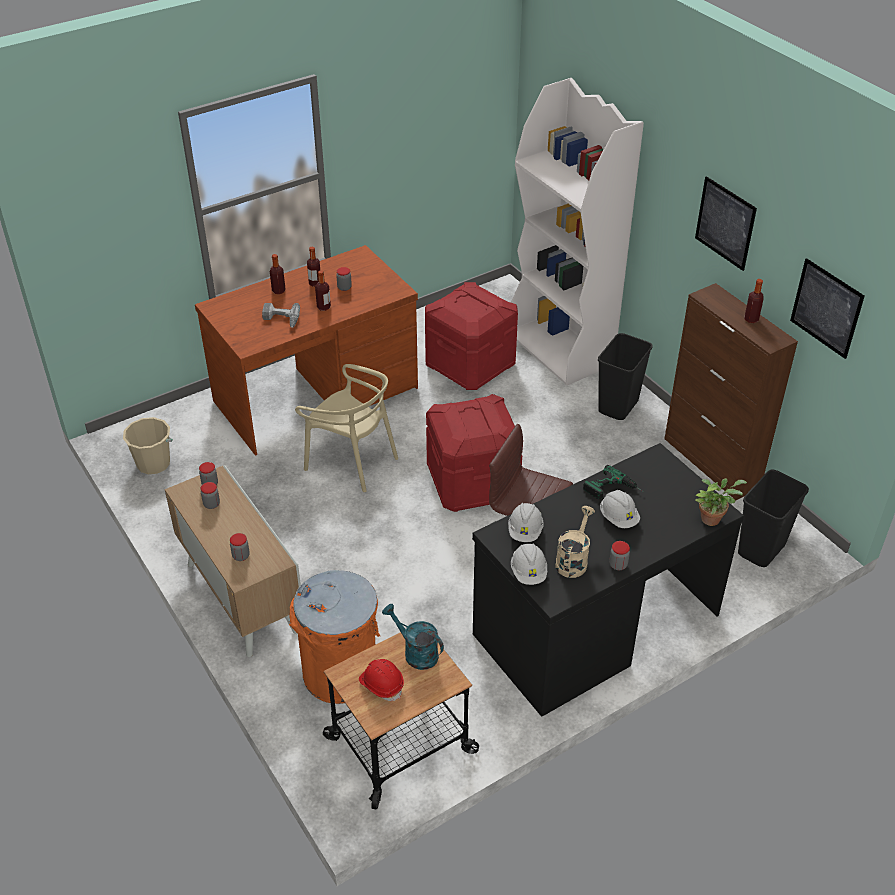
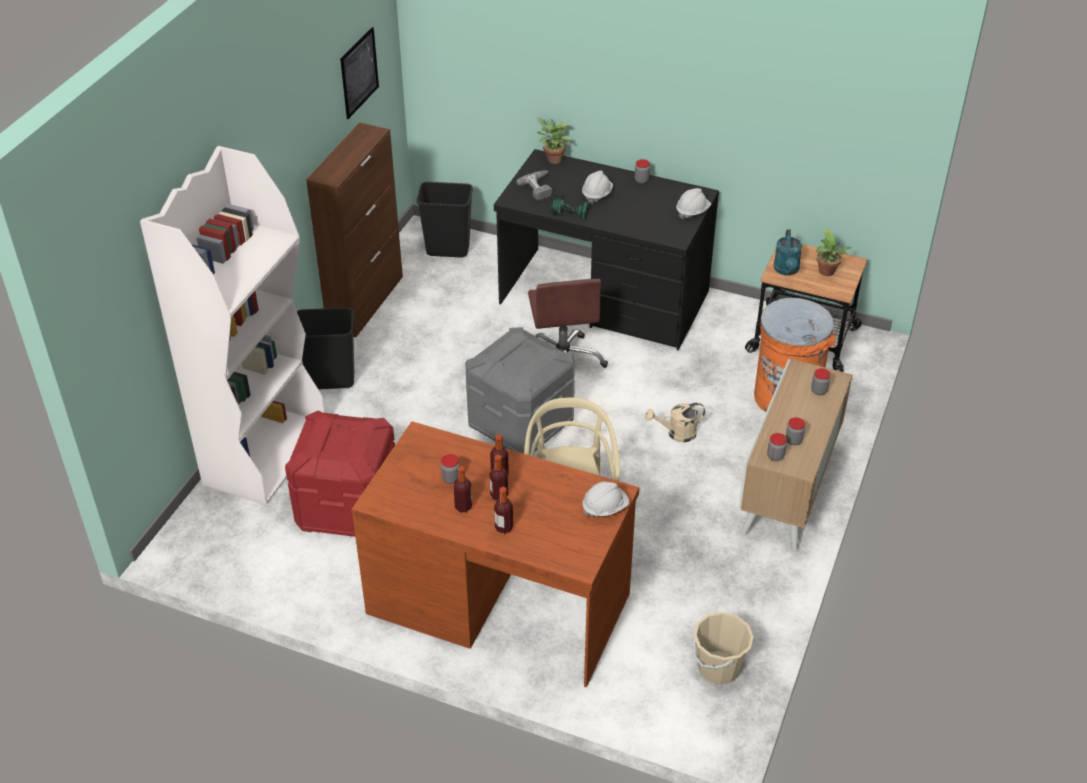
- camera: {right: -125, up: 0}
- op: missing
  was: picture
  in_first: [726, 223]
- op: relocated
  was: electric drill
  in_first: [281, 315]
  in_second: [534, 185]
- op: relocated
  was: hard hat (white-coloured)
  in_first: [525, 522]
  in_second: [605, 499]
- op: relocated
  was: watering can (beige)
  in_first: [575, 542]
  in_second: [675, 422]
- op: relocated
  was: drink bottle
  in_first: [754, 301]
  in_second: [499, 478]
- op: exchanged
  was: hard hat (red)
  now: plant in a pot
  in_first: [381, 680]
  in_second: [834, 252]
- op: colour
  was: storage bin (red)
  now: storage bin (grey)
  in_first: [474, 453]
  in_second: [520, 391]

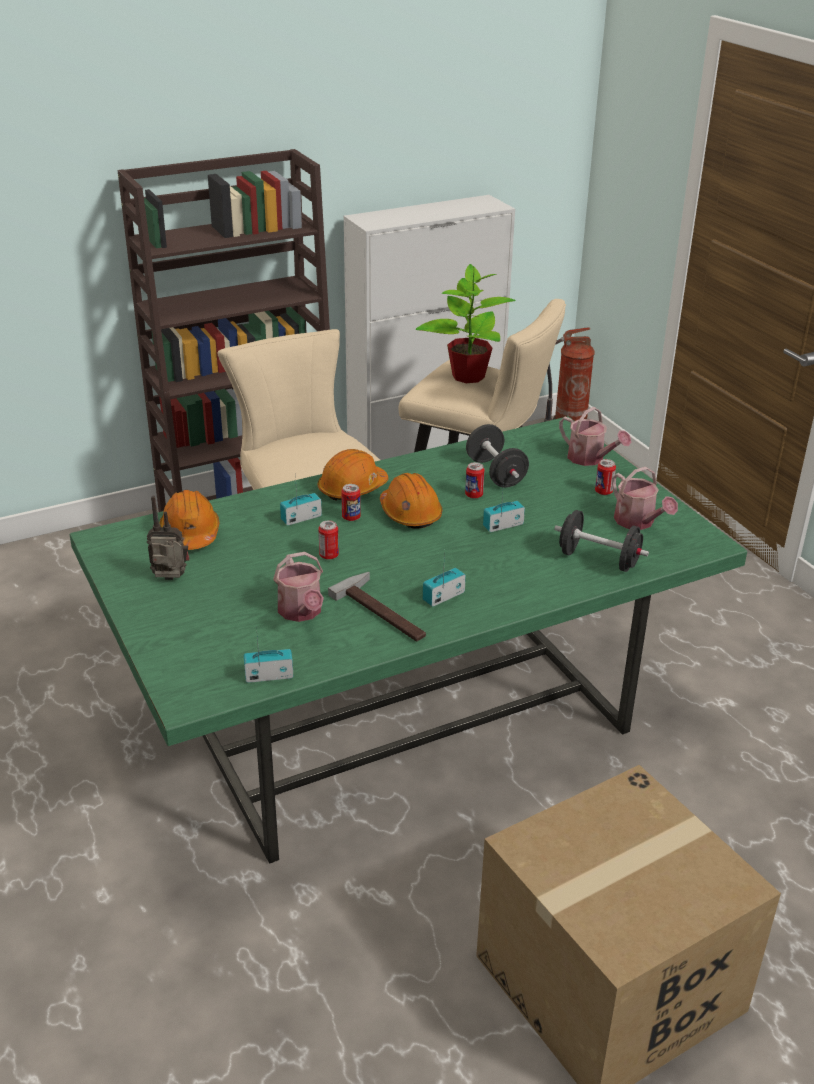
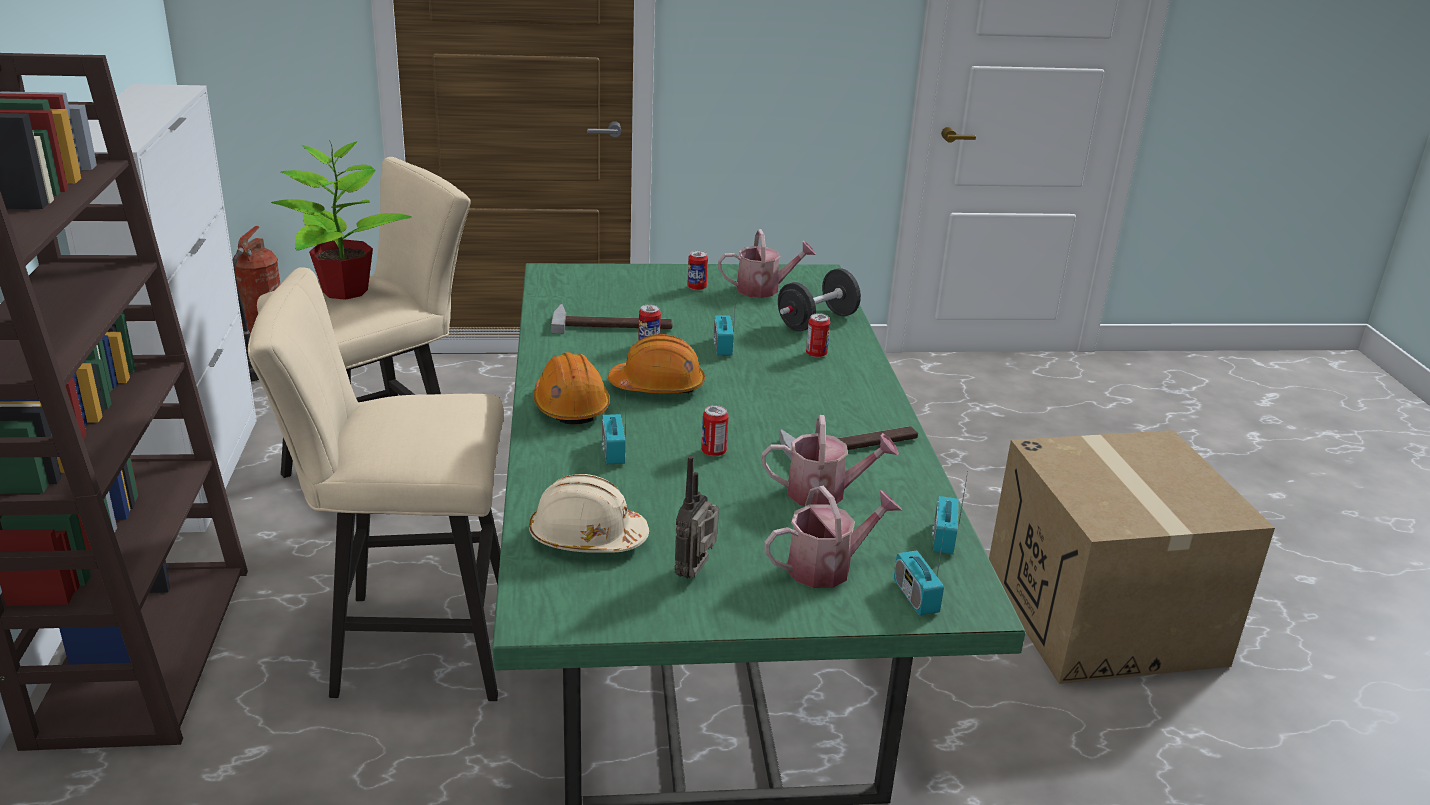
- camera: {right: -70, up: -5}
- op: relocated
  was: can
  in_first: [351, 502]
  in_second: [818, 335]
- op: relocated
  was: radio set
  in_first: [444, 578]
  in_second: [920, 569]
- op: relocated
  was: watering can
  in_first: [595, 436]
  in_second: [833, 537]
- op: exchanged
  was: dumbbell (blackish)
  now: hammer
  in_first: [497, 456]
  in_second: [611, 319]
- op: colour
  was: hard hat (orangey)
  now: hard hat (beige)
  in_first: [189, 520]
  in_second: [589, 513]

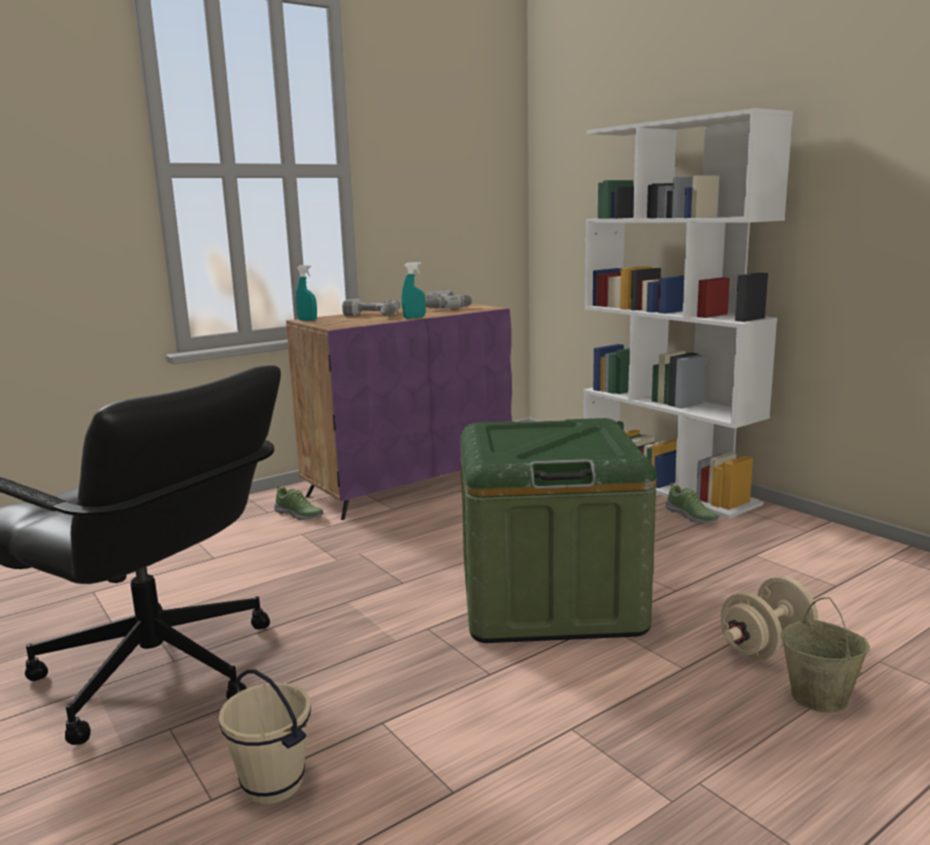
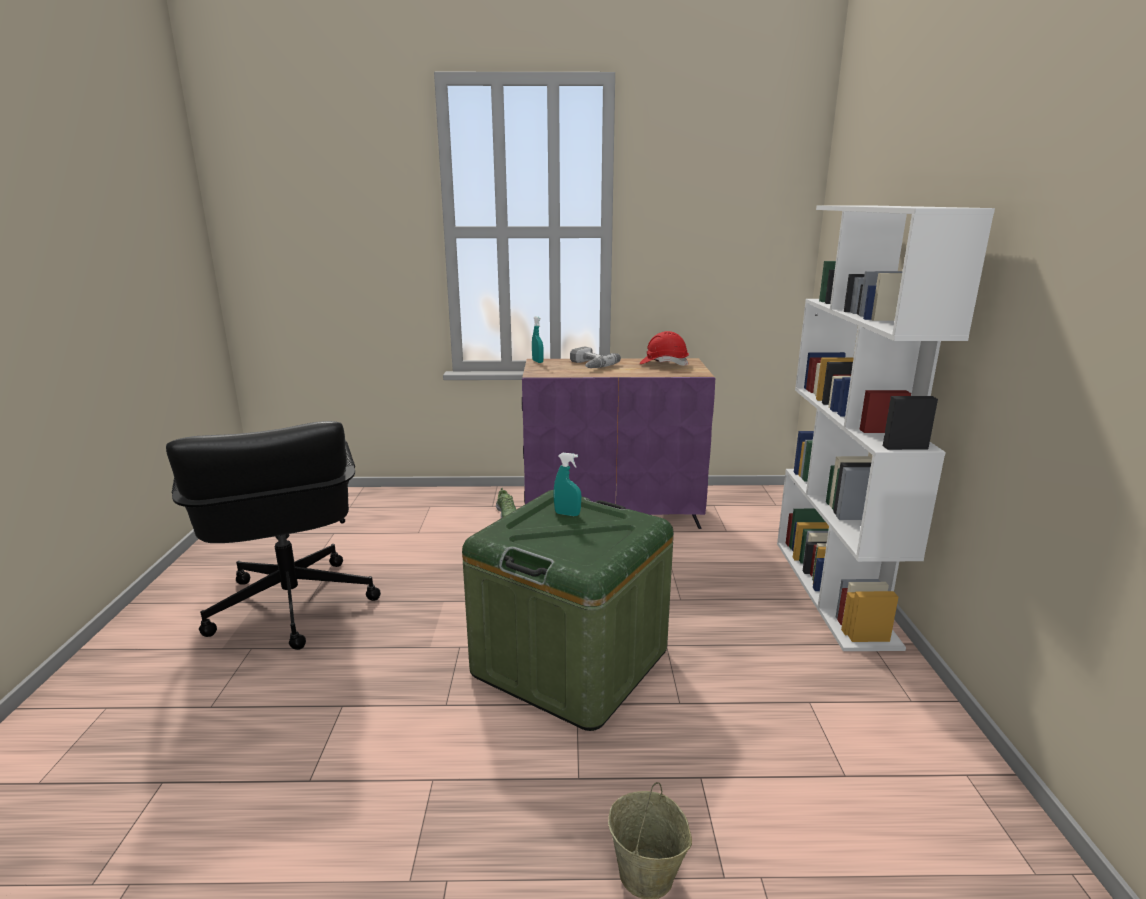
- camera: {right: 35, up: 5}
- op: missing
  was: pail (beige)
  in_first: [265, 736]
- op: missing
  was: shoe
  in_first: [691, 503]
- op: missing
  was: dumbbell (beige)
  in_first: [769, 618]
- op: relocated
  was: sprayer (turquoise)
  in_first: [413, 290]
  in_second: [567, 484]
- op: exchanged
  was: electric drill
  now: hard hat (red)
  in_first: [449, 299]
  in_second: [664, 348]

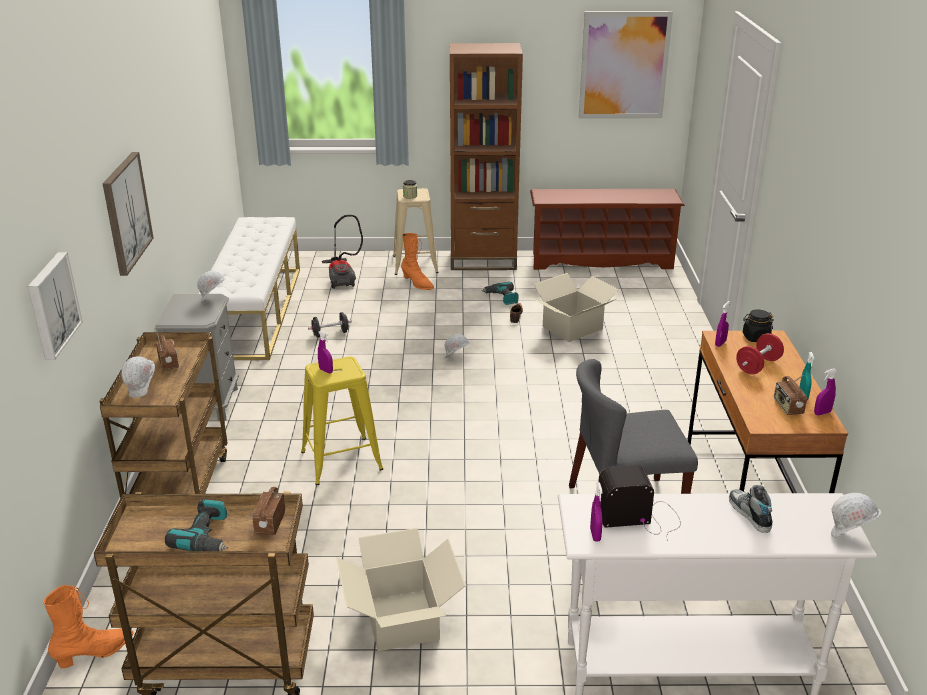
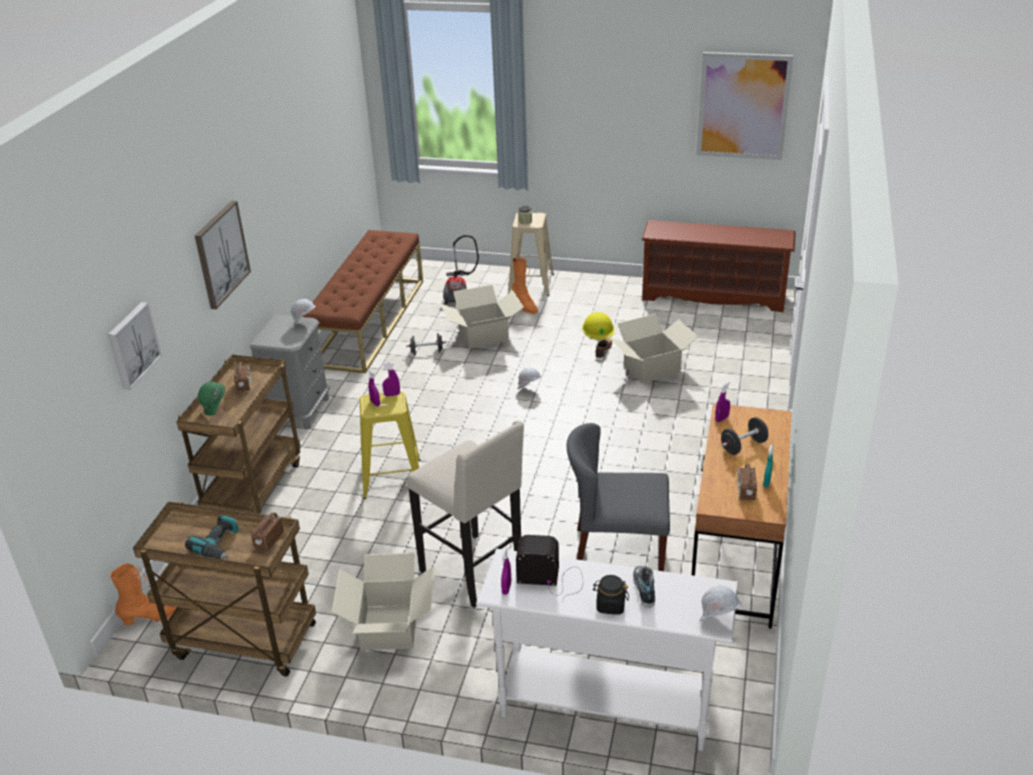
- camera: {right: 15, up: 5}
- op: missing
  was: bookcase (brown-coloured)
  in_first: [486, 156]
- op: appeared
  now: stool (beige)
  in_second: [465, 514]
- op: appeared
  now: packing box
  in_second: [482, 317]
- op: relocated
  was: jar (blackish)
  in_first: [758, 326]
  in_second: [611, 595]
- op: relocated
  was: sprayer (purple)
  in_first: [825, 392]
  in_second: [391, 379]
- op: exchanged
  was: electric drill
  now: hard hat (yellow)
  in_first: [499, 293]
  in_second: [598, 326]
- op: colour
  was: hard hat (white-coloured)
  now: hard hat (green-coloured)
  in_first: [138, 377]
  in_second: [211, 399]
- op: colour
  was: indoor bench (white-coloured)
  now: indoor bench (brown-coloured)
  in_first: [249, 288]
  in_second: [362, 301]
- op: colour
  was: dumbbell (red)
  now: dumbbell (blackish)
  in_first: [760, 353]
  in_second: [744, 436]

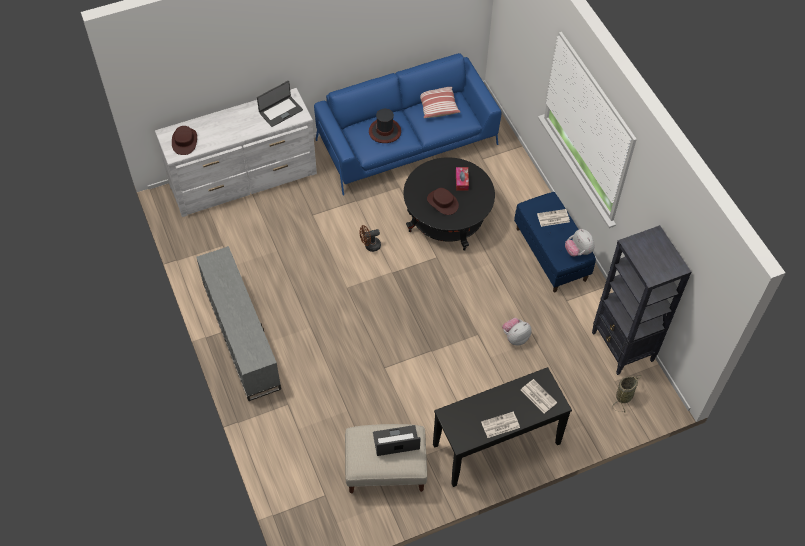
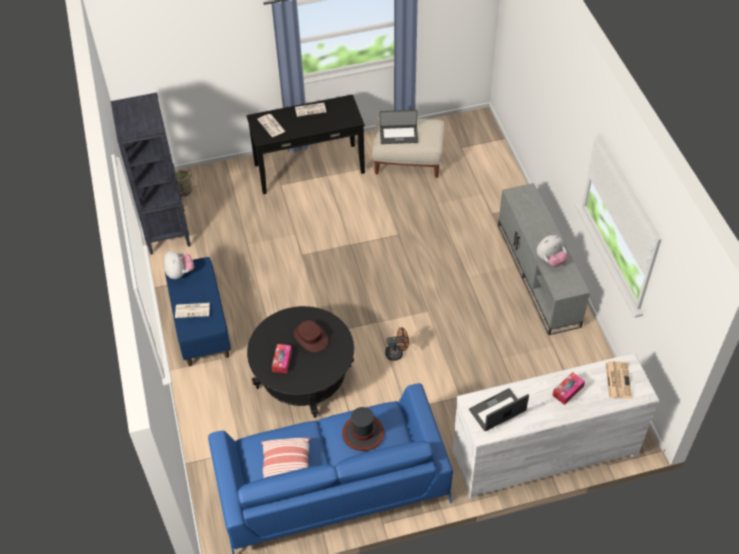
- camera: {right: -170, up: -5}
- op: appeared
  now: box of tissues
  in_second: [568, 388]
- op: relocated
  was: soft toy
  in_first: [517, 332]
  in_second: [552, 251]
- op: exchanged
  was: clothing hat (brown-coloured)
  now: newspaper
  in_first: [184, 140]
  in_second: [618, 380]

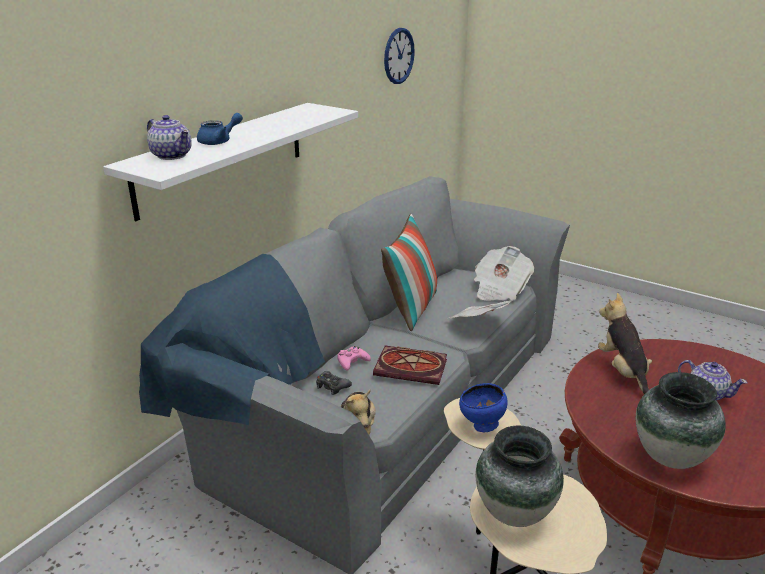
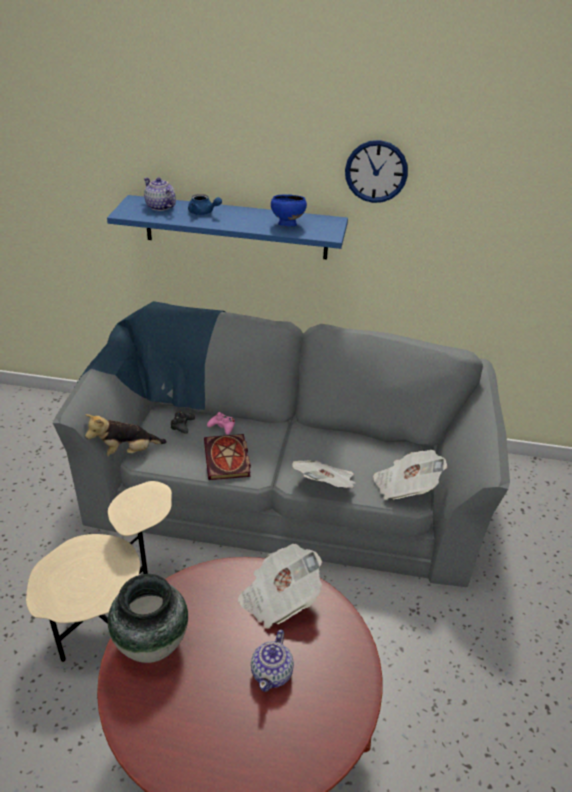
- camera: {right: 65, up: 10}
- op: missing
  was: throw pillow
  in_first: [409, 272]
- op: missing
  was: decorative vase
  in_first: [519, 476]
- op: relocated
  was: clock on the wall
  in_first: [399, 56]
  in_second: [376, 171]
- op: relocated
  was: deep dish (blue-coloured)
  in_first: [483, 407]
  in_second: [289, 210]
- op: exchanged
  was: soft toy
  now: newspaper
  in_first: [625, 343]
  in_second: [280, 586]
- op: colour
  was: bracket shelf (white-coloured)
  now: bracket shelf (blue-coloured)
  in_first: [230, 162]
  in_second: [227, 227]
- op: spun
  was: teapot
  in_first: [169, 137]
  in_second: [160, 194]
  clockwise: 120

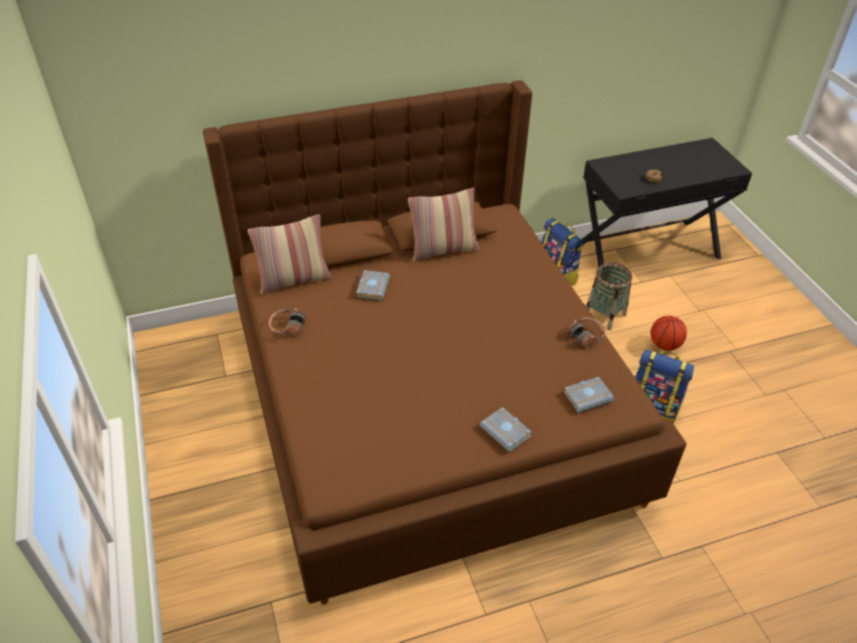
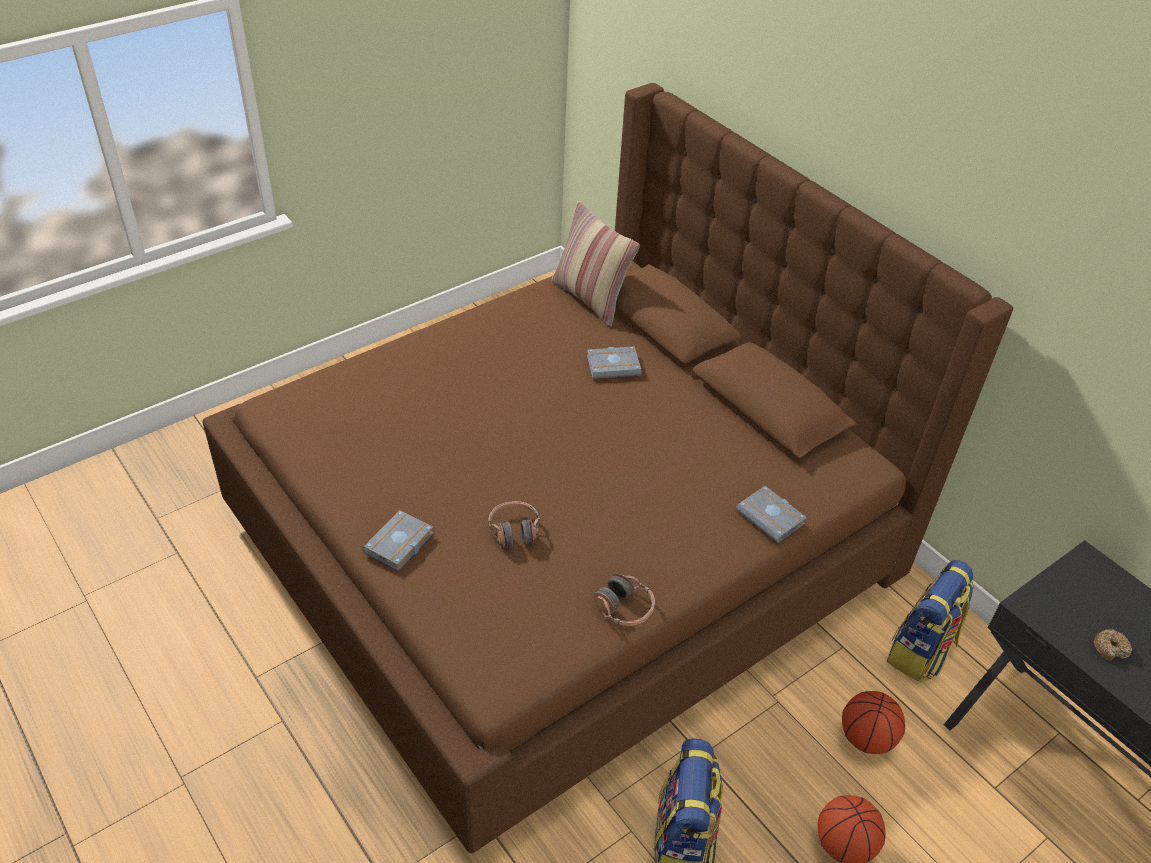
- camera: {right: 70, up: 0}
- op: missing
  was: throw pillow
  in_first: [443, 225]
- op: relocated
  was: headset
  in_first: [287, 322]
  in_second: [514, 524]
- op: relocated
  was: volume (grey)
  in_first: [589, 395]
  in_second: [771, 514]
- op: exchanged
  was: basket
  now: basketball
  in_first: [609, 296]
  in_second: [873, 722]

